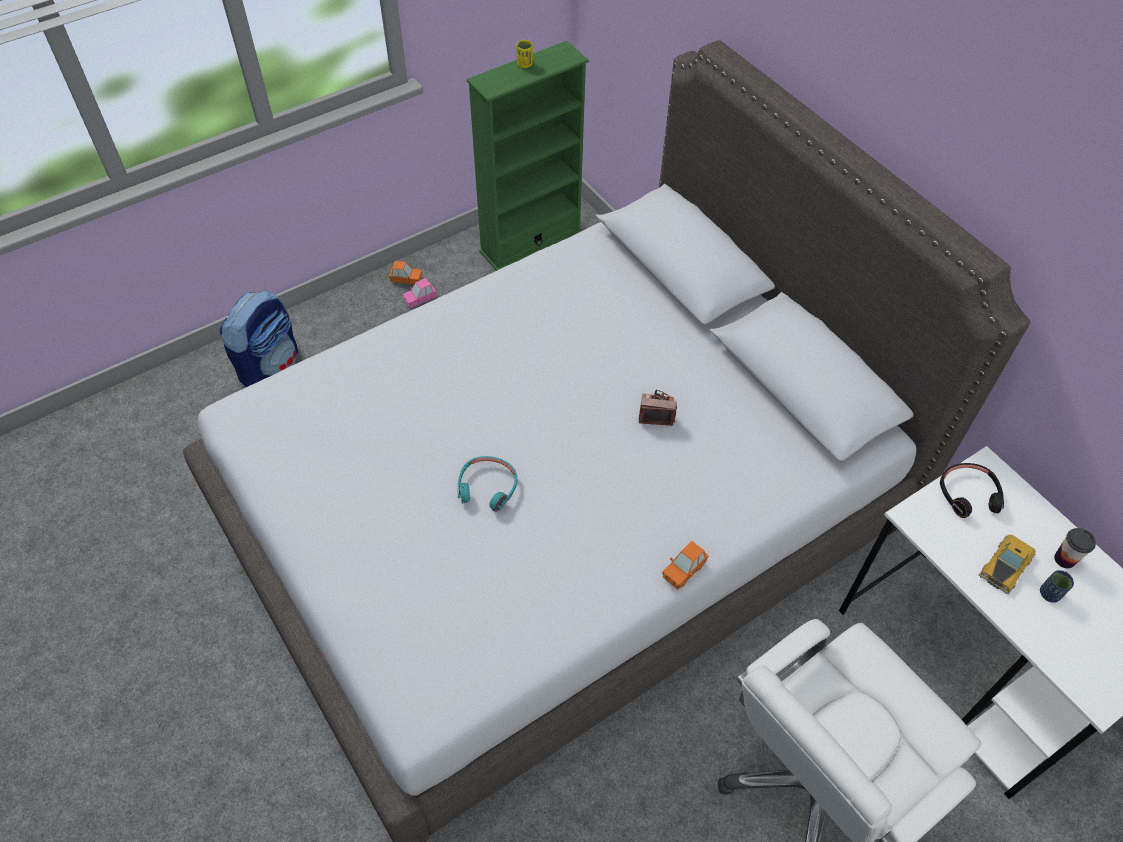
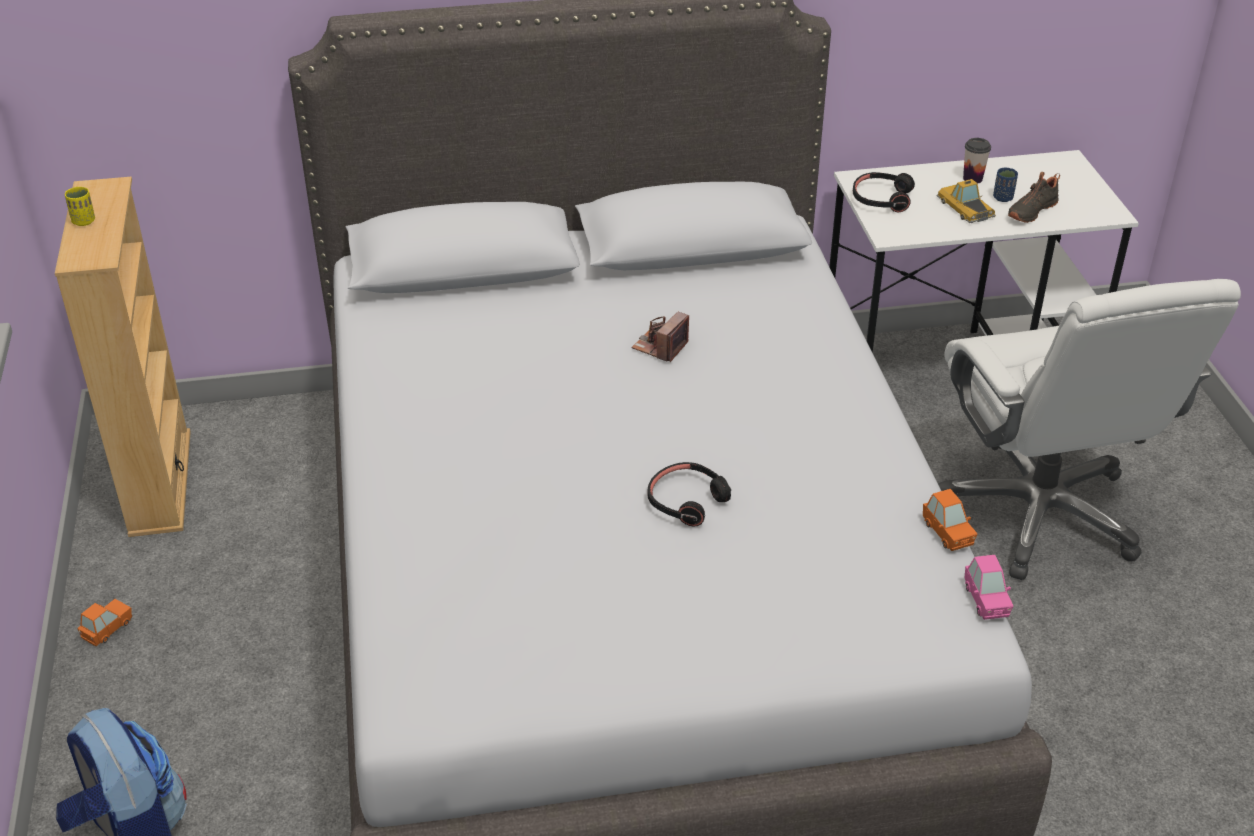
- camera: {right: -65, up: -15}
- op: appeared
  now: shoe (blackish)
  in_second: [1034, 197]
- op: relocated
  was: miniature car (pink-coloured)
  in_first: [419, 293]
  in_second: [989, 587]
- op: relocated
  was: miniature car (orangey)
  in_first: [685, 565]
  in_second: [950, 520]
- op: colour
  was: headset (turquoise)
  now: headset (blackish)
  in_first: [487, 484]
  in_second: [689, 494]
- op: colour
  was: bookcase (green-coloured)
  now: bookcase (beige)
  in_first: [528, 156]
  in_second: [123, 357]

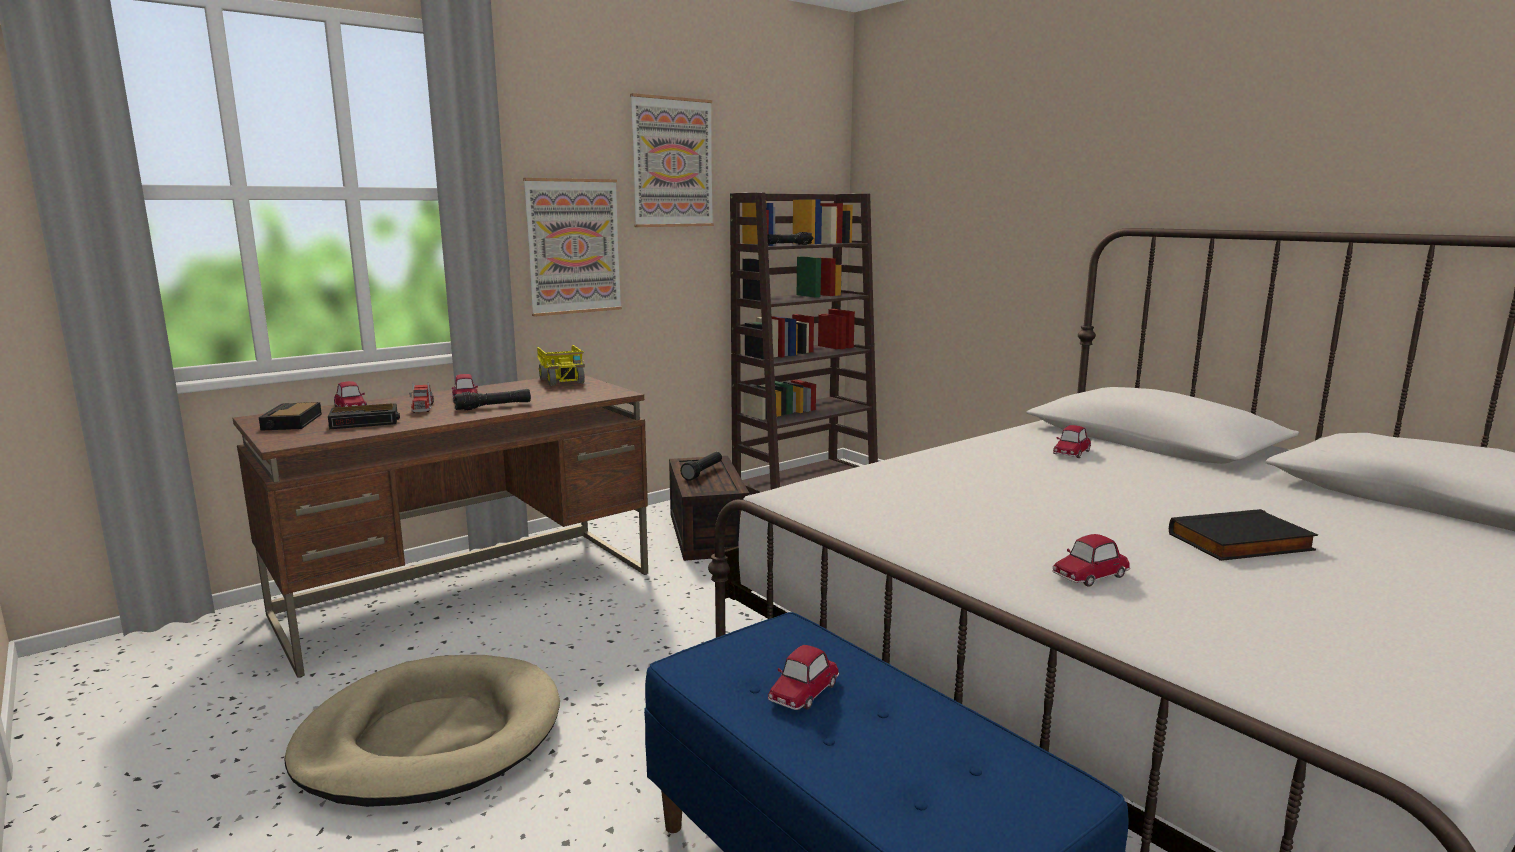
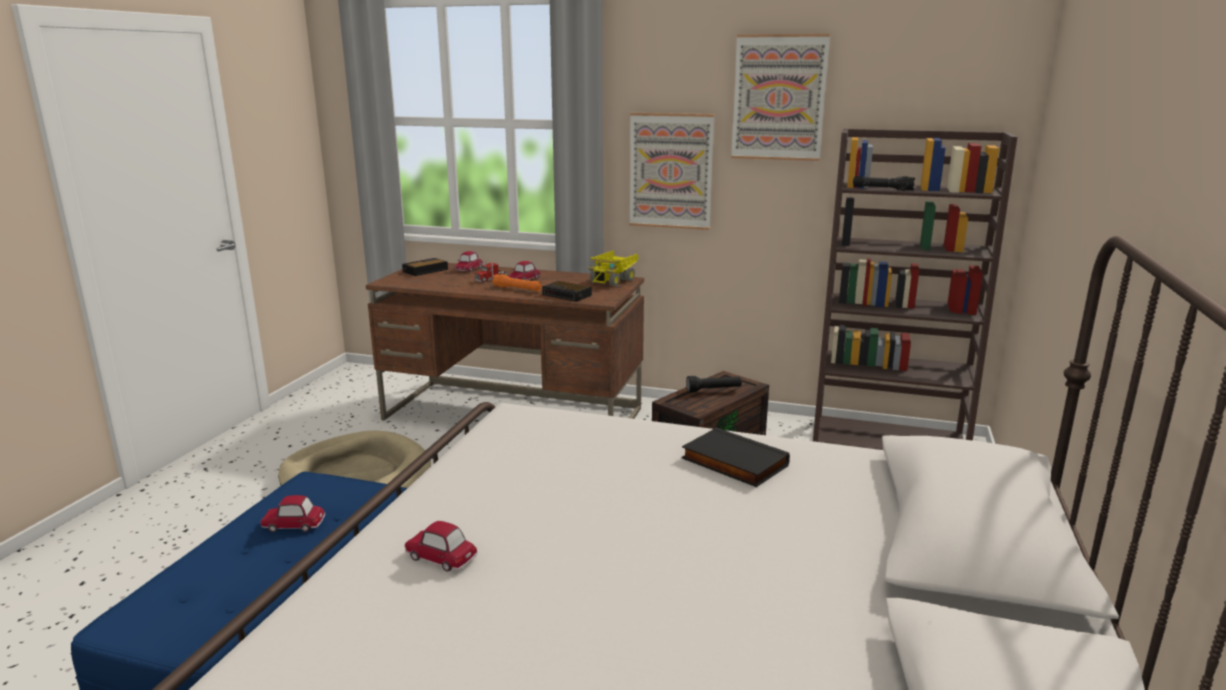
- camera: {right: 55, up: 5}
- op: missing
  was: miniature car
  in_first: [1072, 441]
- op: relocated
  was: alarm clock
  in_first: [364, 416]
  in_second: [567, 291]
- op: relocated
  was: volume (blackish)
  in_first: [1243, 535]
  in_second: [735, 457]
- op: colour
  was: hand torch (blackish)
  now: hand torch (orangey)
  in_first: [492, 399]
  in_second: [517, 282]

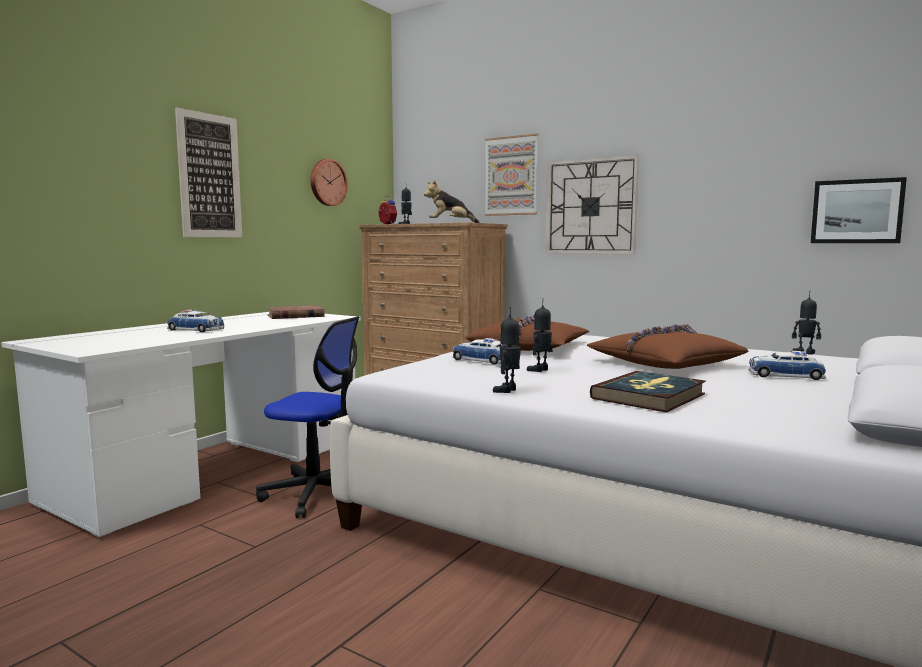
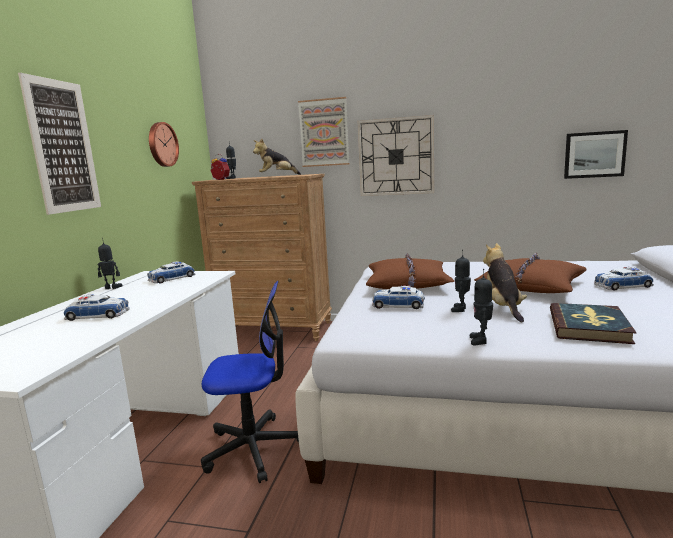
- camera: {right: -20, up: 5}
- op: appeared
  now: soft toy
  in_second: [505, 282]
- op: relocated
  was: toy robot
  in_first: [806, 323]
  in_second: [110, 263]
- op: exchanged
  was: volume (brown-coloured)
  now: miniature car
  in_first: [295, 312]
  in_second: [171, 272]

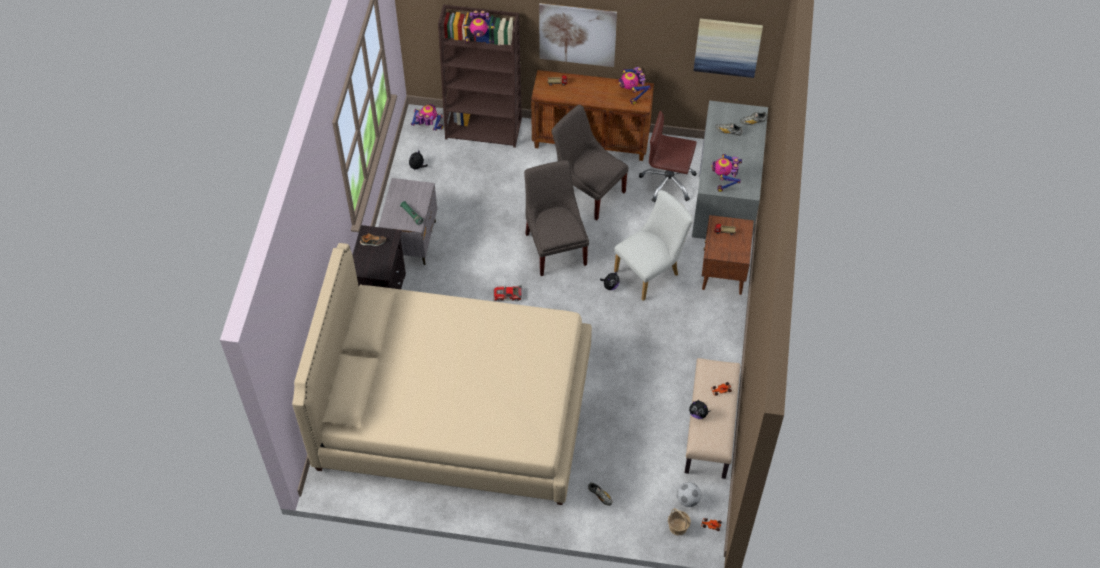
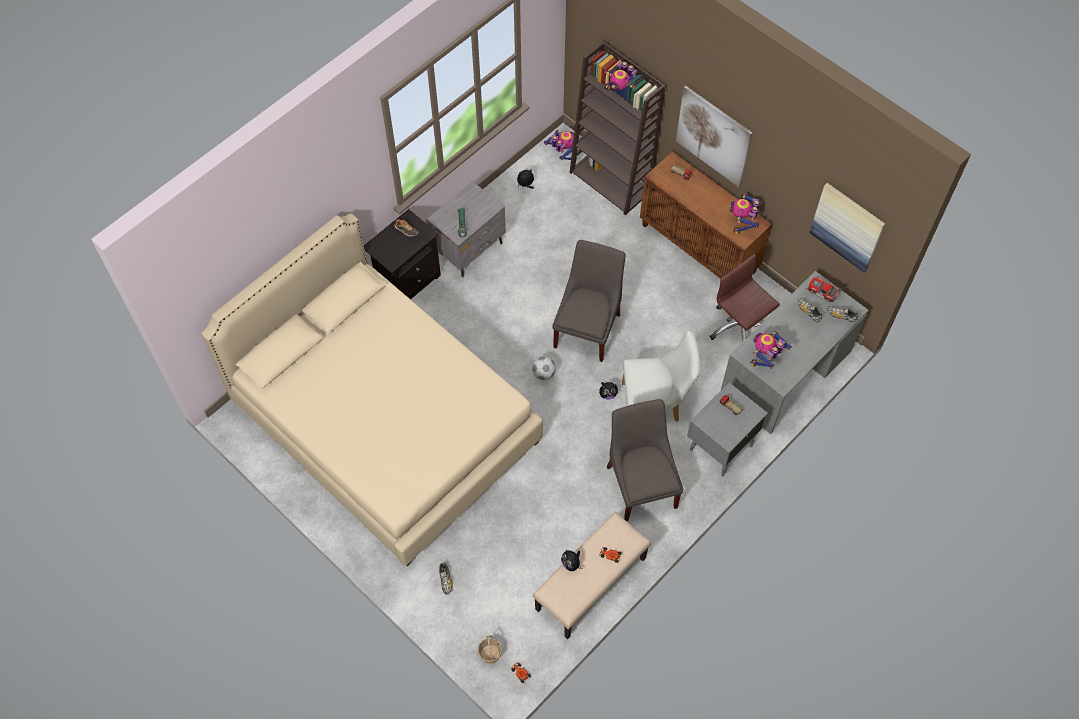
- camera: {right: 35, up: 5}
- op: relocated
  was: miniature car
  in_first: [507, 293]
  in_second: [824, 289]
- op: relocated
  was: chair (grey)
  in_first: [590, 162]
  in_second: [645, 460]
- op: relocated
  was: ball for football
  in_first: [689, 494]
  in_second: [544, 368]
- op: colour
  was: night table (brown-coloured)
  now: night table (grey)
  in_first: [728, 255]
  in_second: [727, 429]

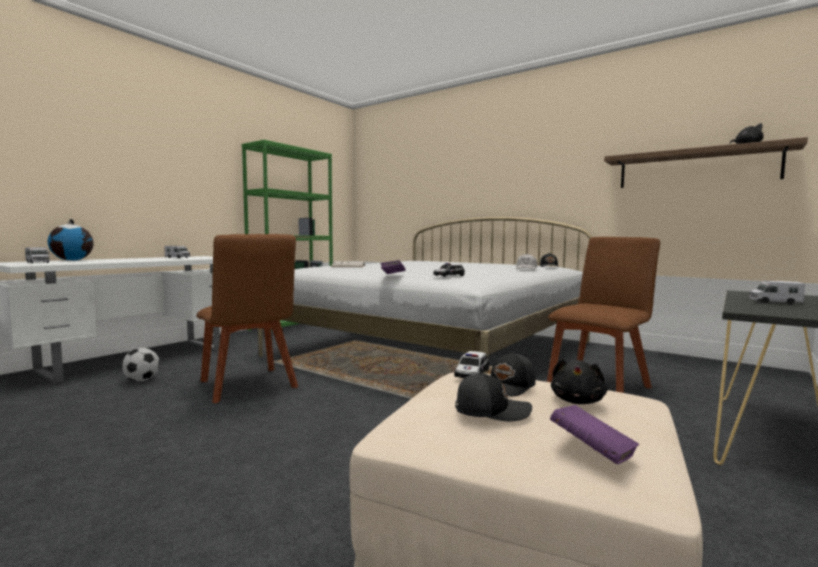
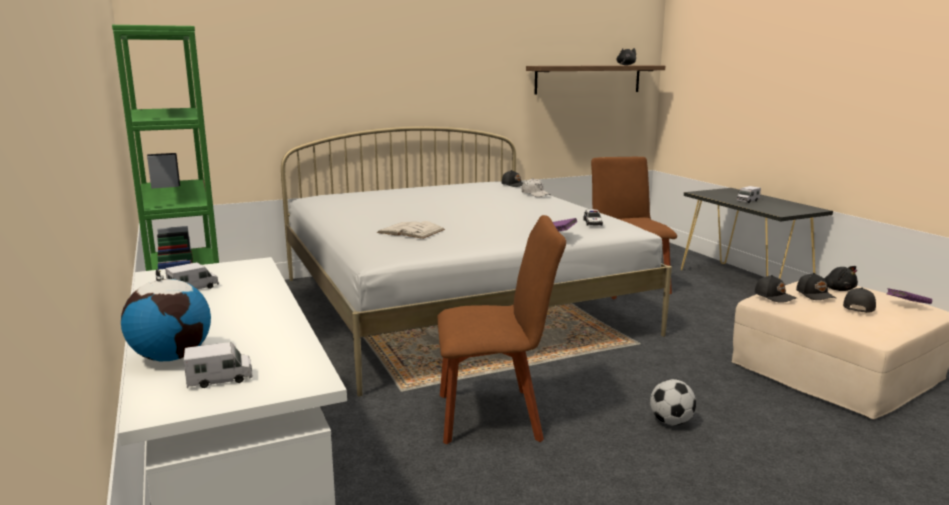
- camera: {right: -60, up: 10}
- op: relocated
  was: ball for football
  in_first: [141, 364]
  in_second: [673, 402]
- op: exchanged
  was: miniature car
  now: cap (blackish)
  in_first: [471, 364]
  in_second: [775, 289]

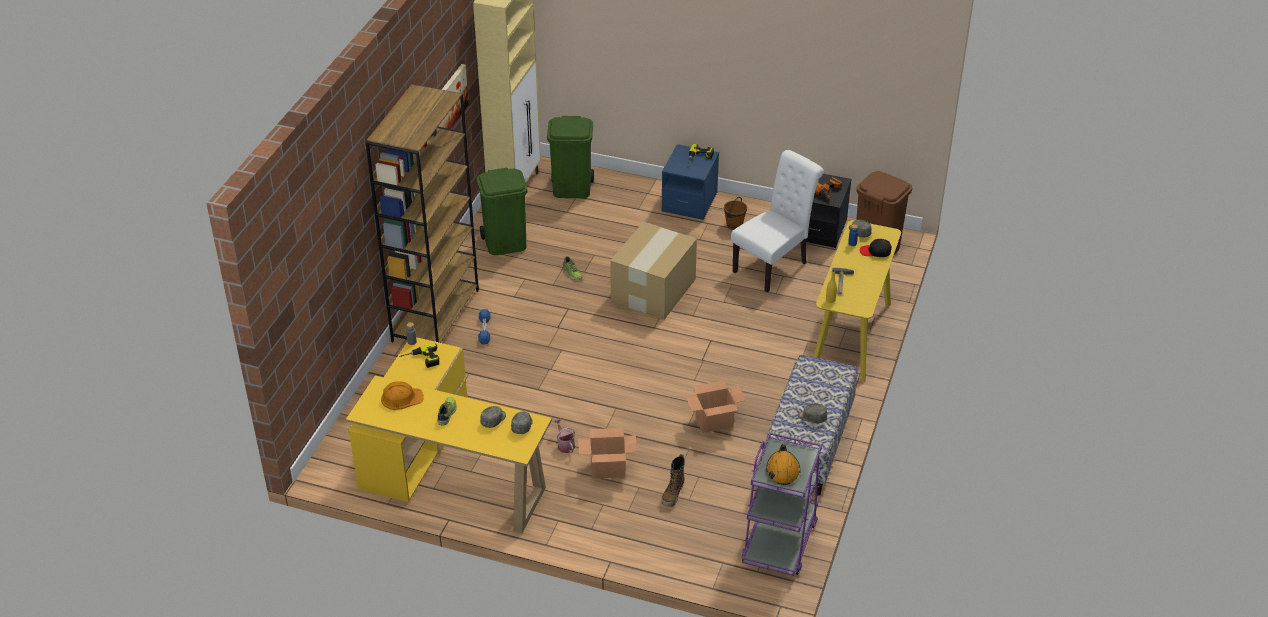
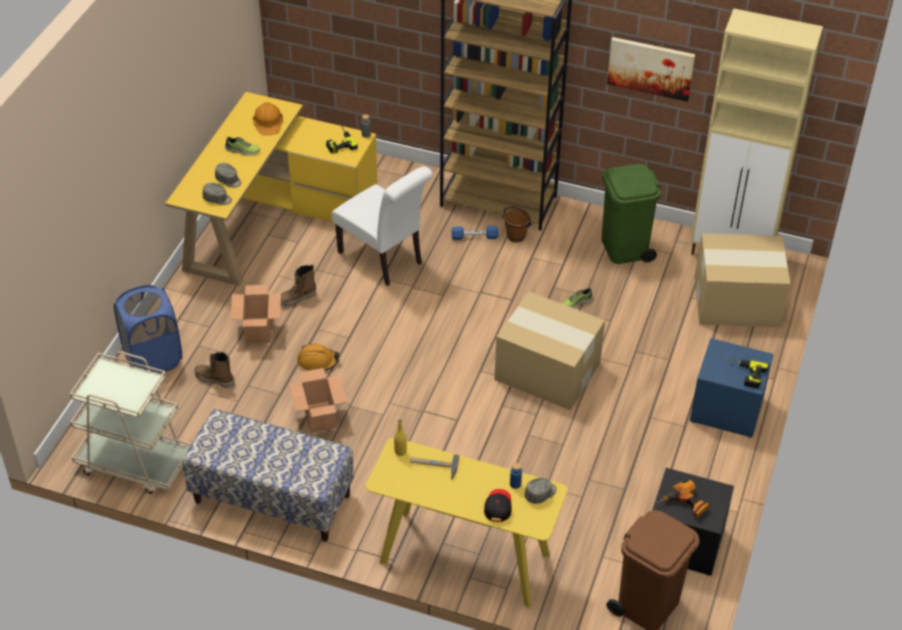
- camera: {right: 90, up: 5}
- op: missing
  was: cap (grey)
  in_first: [812, 413]
- op: appeared
  now: hamper (blue-coloured)
  in_second: [148, 329]
- op: relocated
  was: pail (brown-coloured)
  in_first: [735, 213]
  in_second: [517, 225]
- op: relocated
  was: chair (white-coloured)
  in_first: [777, 221]
  in_second: [382, 226]
- op: relocated
  was: hard hat (orangey)
  in_first: [783, 464]
  in_second: [318, 357]
- op: exchanged
  was: trash can (green-coloured)
  now: packing box
  in_first: [570, 157]
  in_second: [742, 280]
- op: exchanged
  was: watering can
  now: high-top boot
  in_first: [564, 436]
  in_second: [298, 285]
- op: colour
  was: wheeled cart (purple)
  now: wheeled cart (beige)
  in_first: [782, 504]
  in_second: [130, 422]

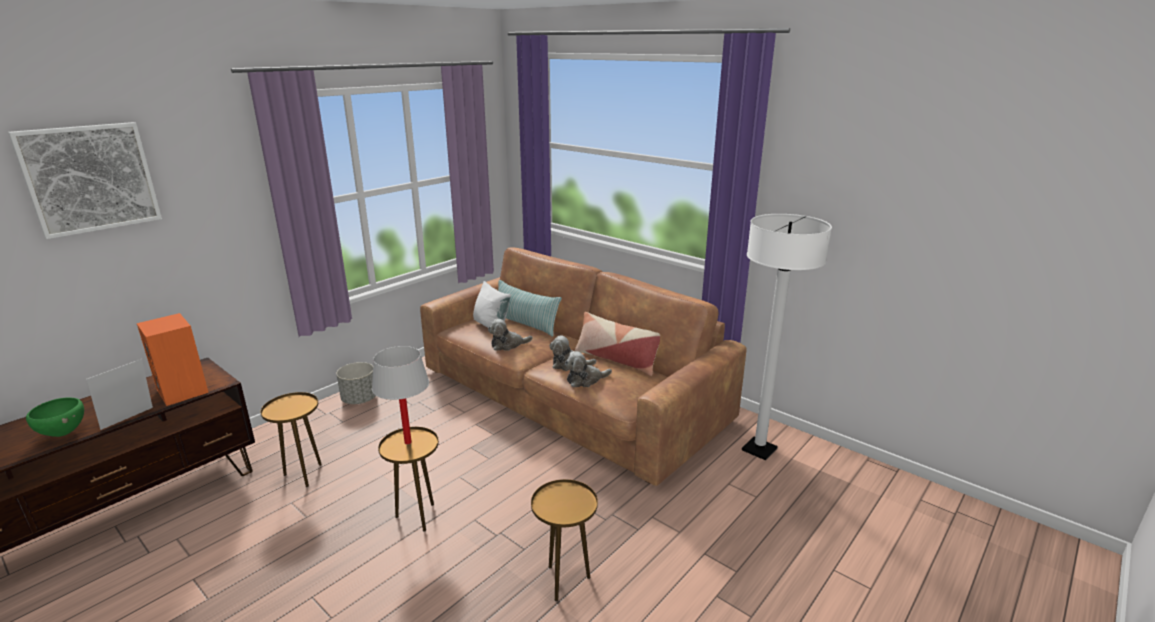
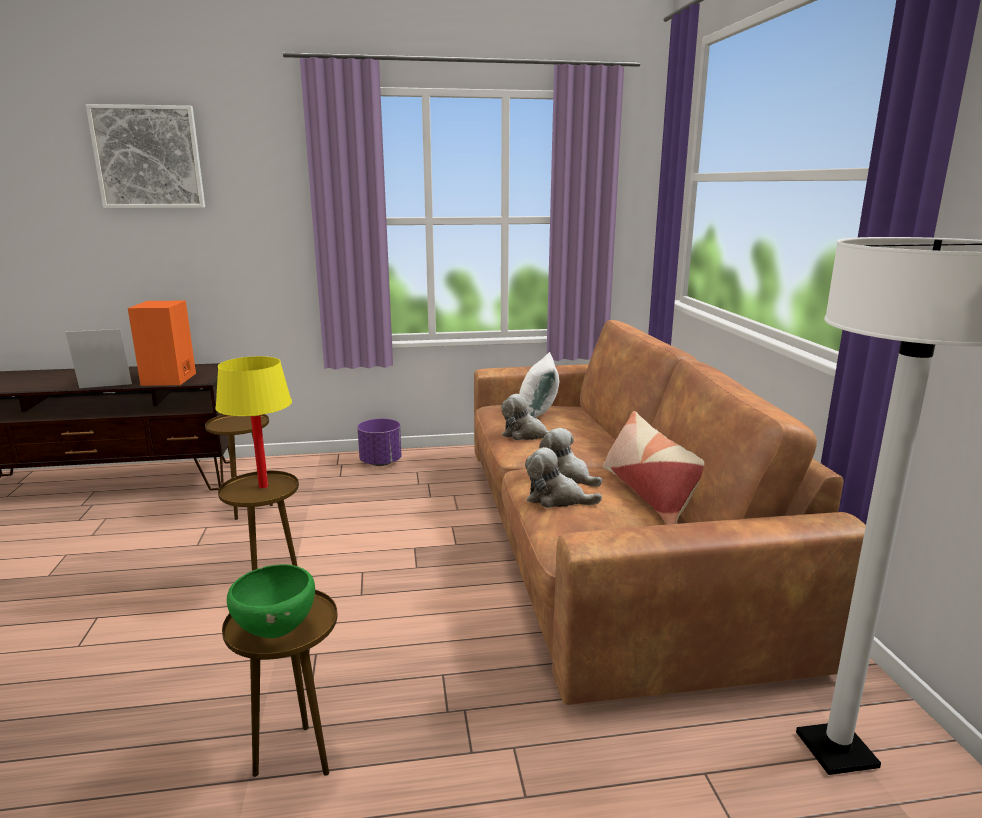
- camera: {right: 40, up: -5}
- op: missing
  was: throw pillow
  in_first: [530, 308]
- op: relocated
  was: deep dish (green-coloured)
  in_first: [55, 417]
  in_second: [271, 601]
- op: colour
  was: plant pot (grey)
  now: plant pot (purple)
  in_first: [356, 383]
  in_second: [379, 442]
- op: colour
  was: lamp for a table (white-coloured)
  now: lamp for a table (yellow)
  in_first: [400, 395]
  in_second: [253, 422]

